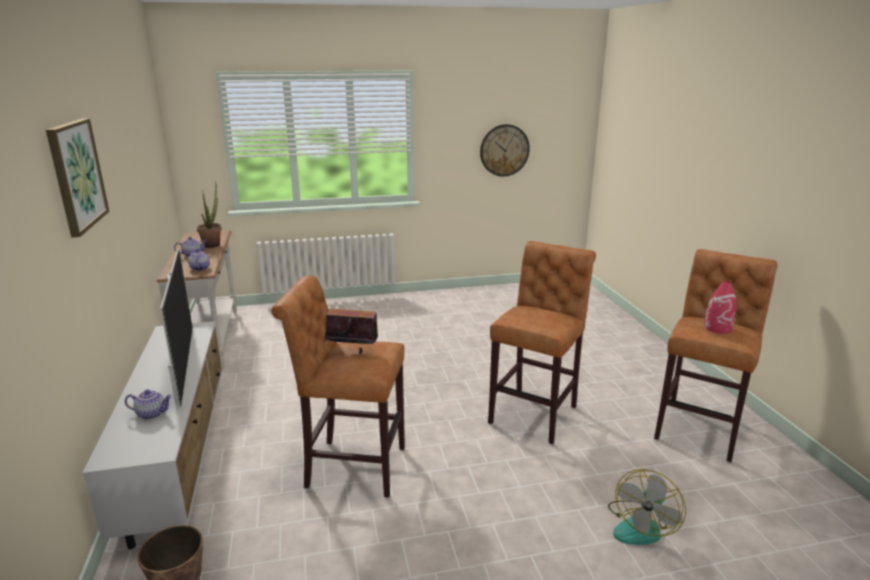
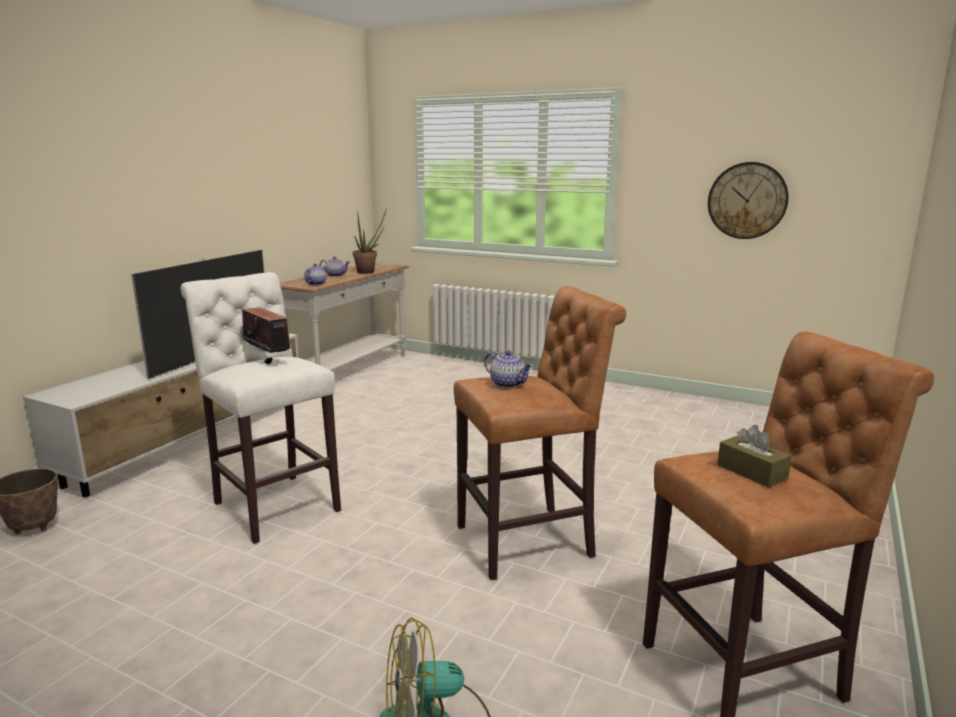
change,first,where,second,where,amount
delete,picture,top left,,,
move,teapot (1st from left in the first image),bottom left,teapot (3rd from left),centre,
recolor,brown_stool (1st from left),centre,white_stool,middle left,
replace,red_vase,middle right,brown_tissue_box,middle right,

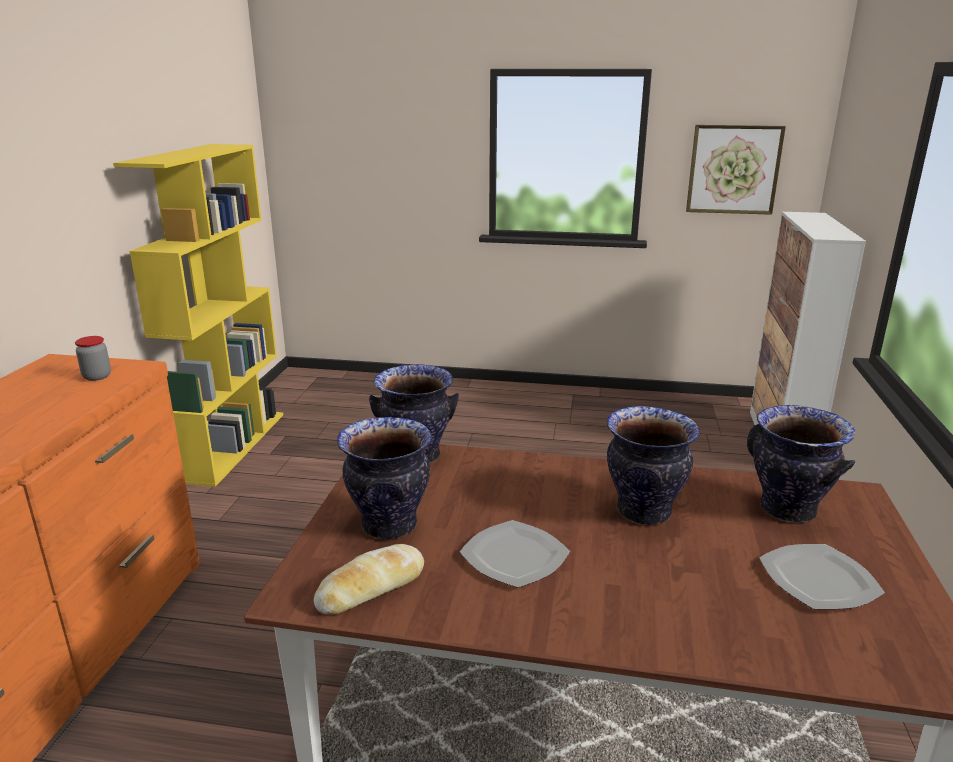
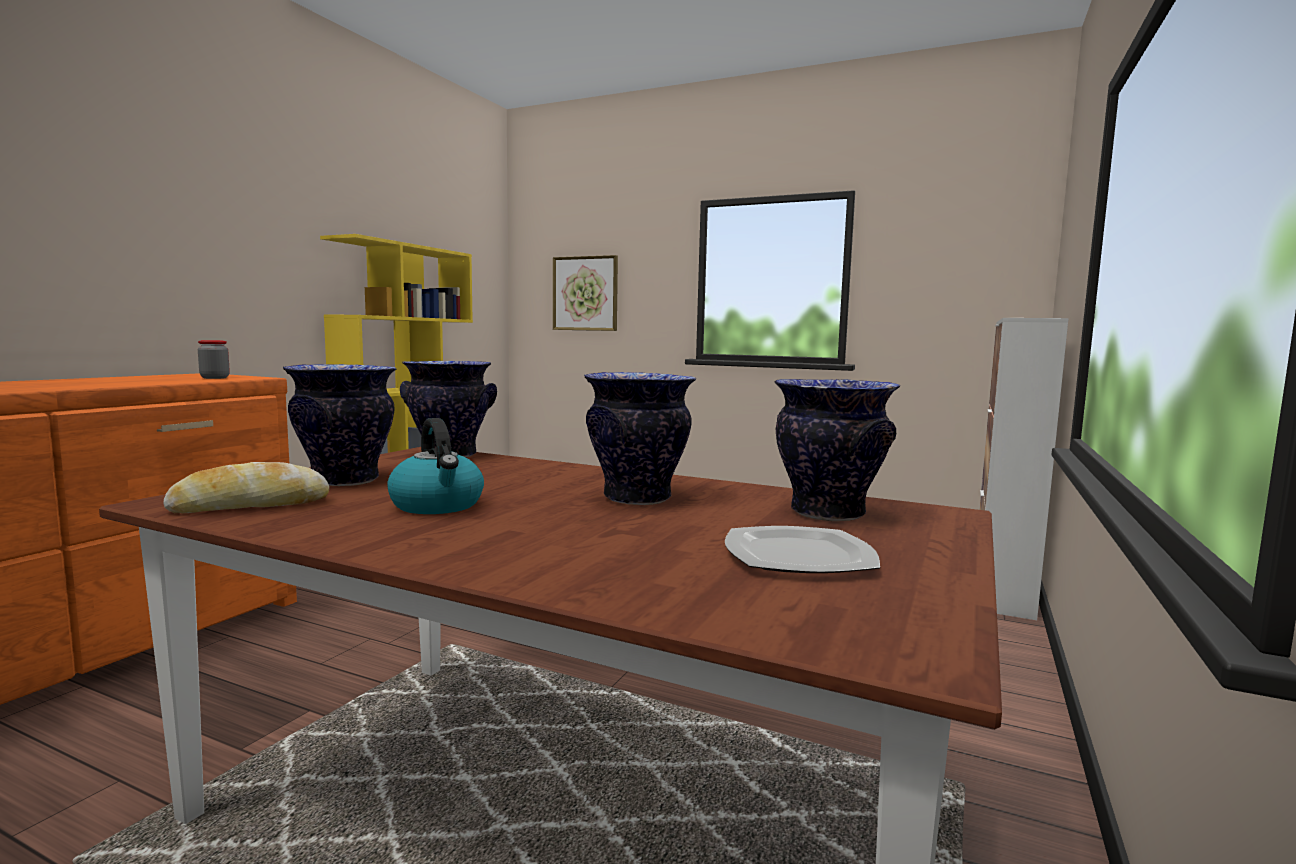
change,first,where,second,where,amount
replace,plate (1st from left),bottom centre,kettle,centre,
move,picture,top right,,centre,

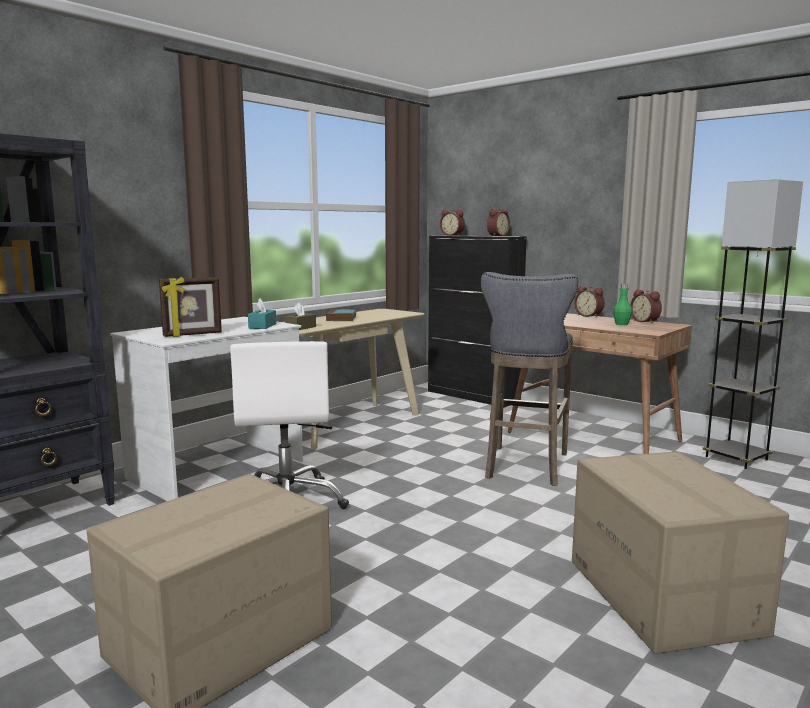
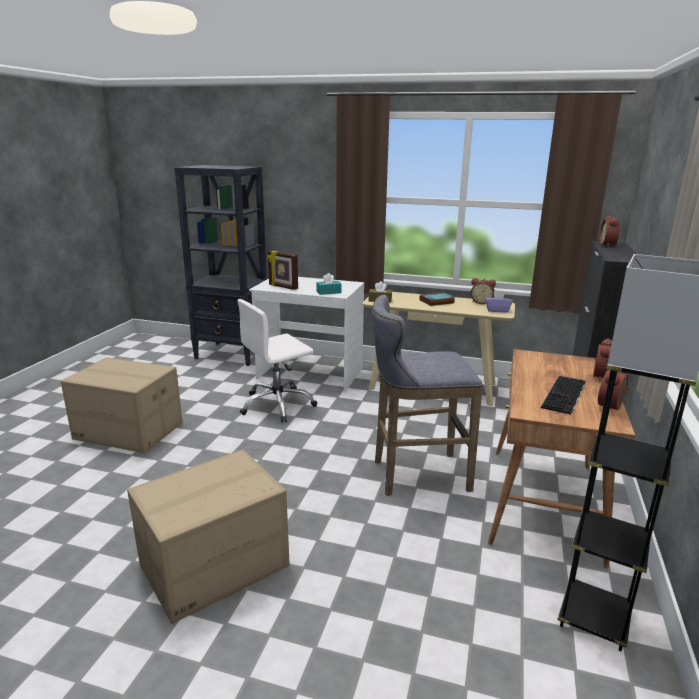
change,first,where,second,where,amount
move,alarm_clock (2nd from left in the first image),top centre,alarm_clock (1st from left),middle right,
replace,green_bottle,middle right,keyboard,middle right,
insert,,,purple_tissue_box,middle right,

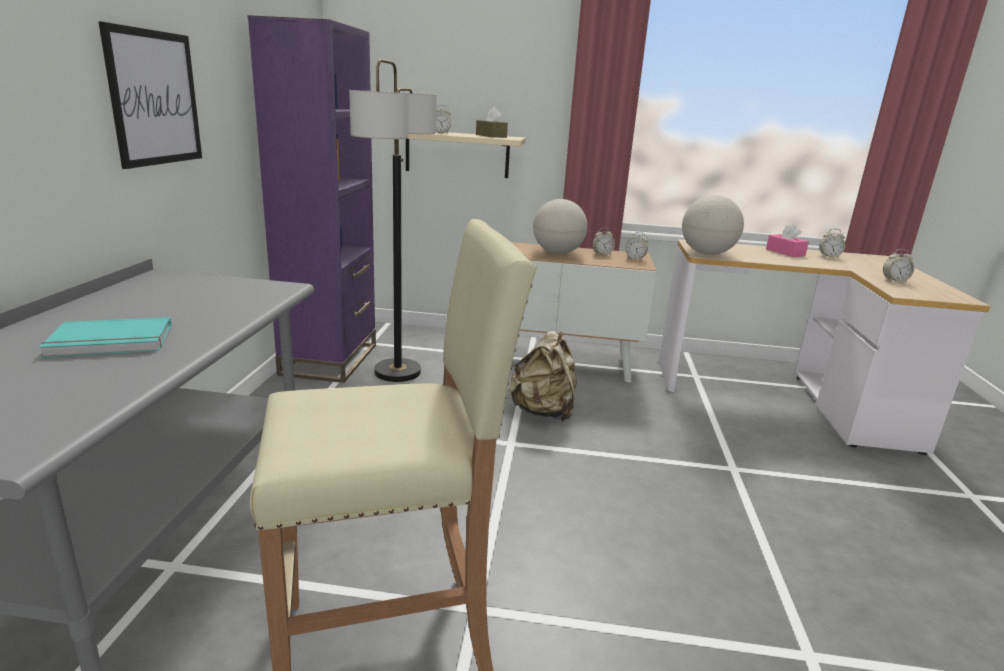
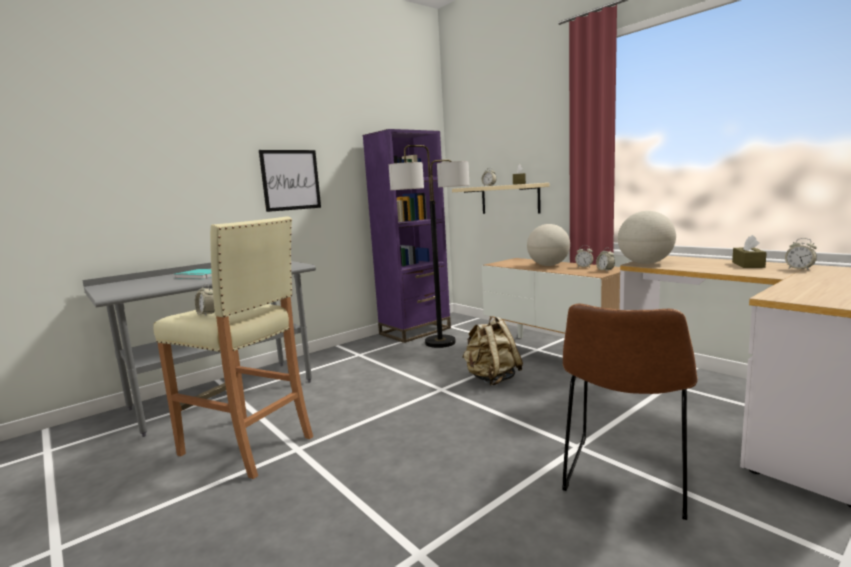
change,first,where,second,where,amount
recolor,pink_tissue_box,middle right,brown_tissue_box (2nd from left),middle right,
move,alarm_clock (5th from left in the first image),middle right,alarm_clock (1st from left),middle left,
insert,,,brown_chair,bottom right,

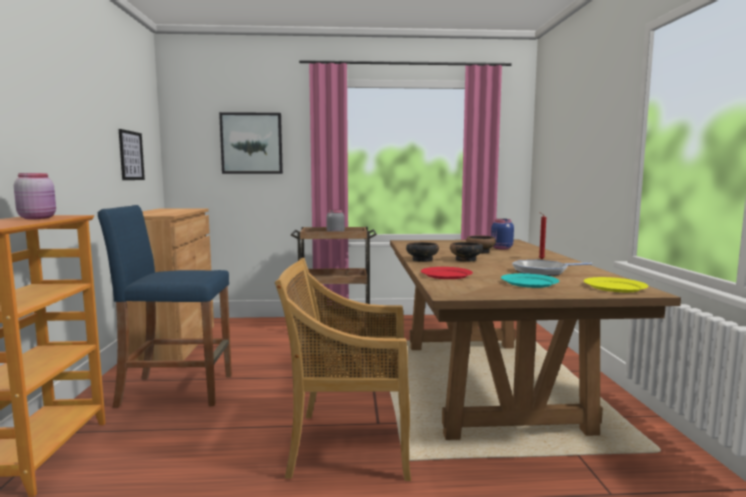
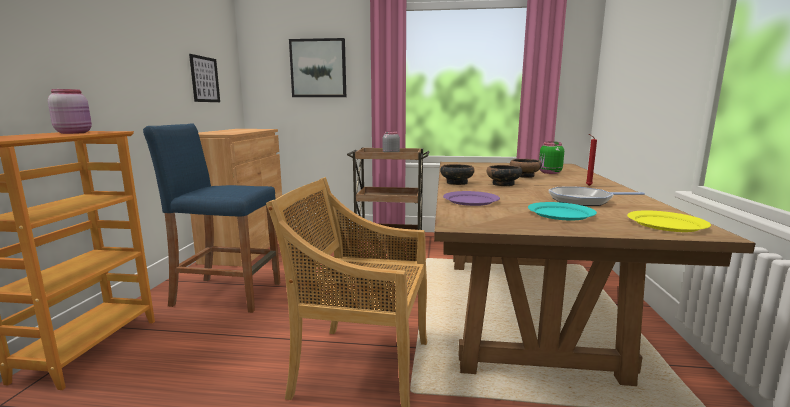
change,first,where,second,where,amount
recolor,red_plate,centre,purple_plate,centre,
recolor,blue_jar,middle right,green_jar,middle right,

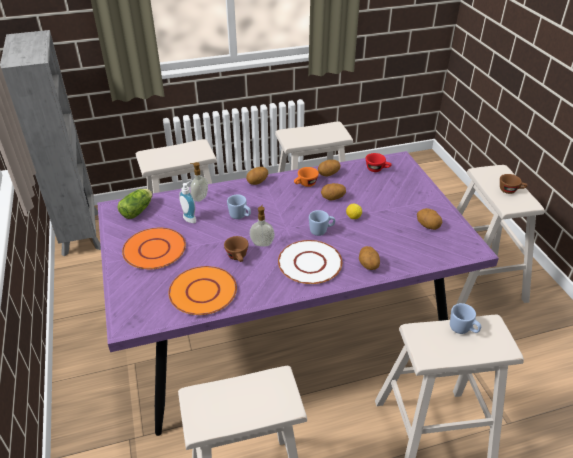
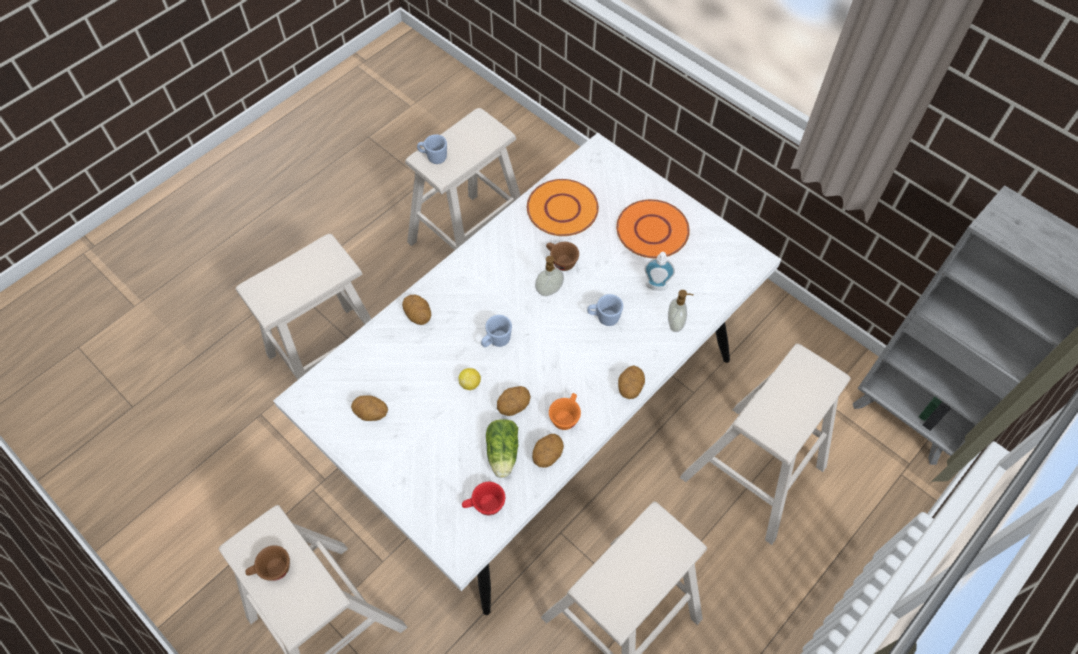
change,first,where,second,where,amount
recolor,purple_dining_table,centre,white_dining_table,centre,
move,lettuce,middle left,,bottom centre,
delete,white_plate,centre,,,
move,blue_mug (3rd from left in the first image),bottom right,blue_mug (1st from left),top centre,

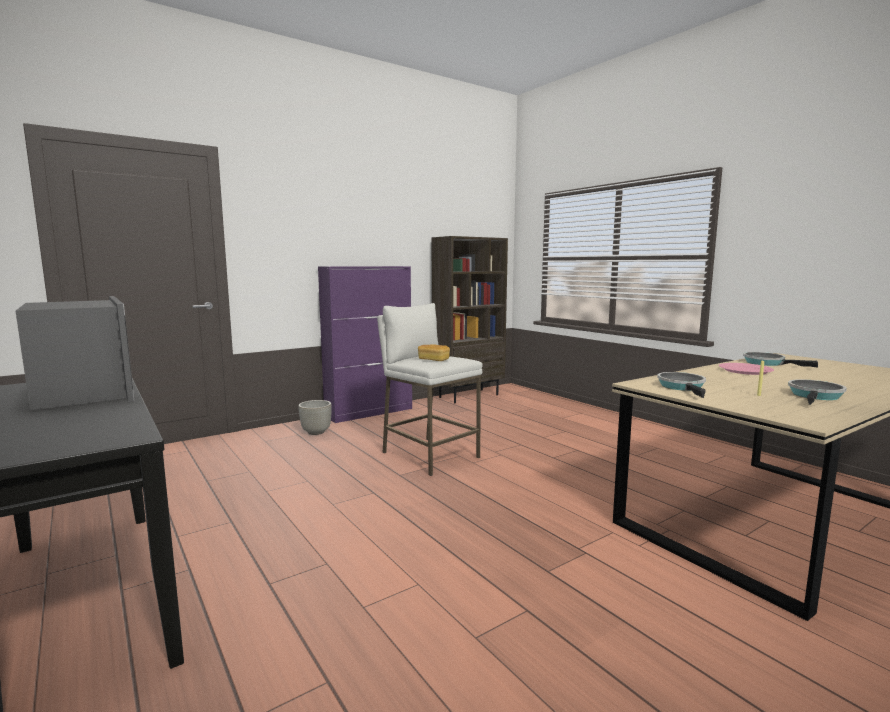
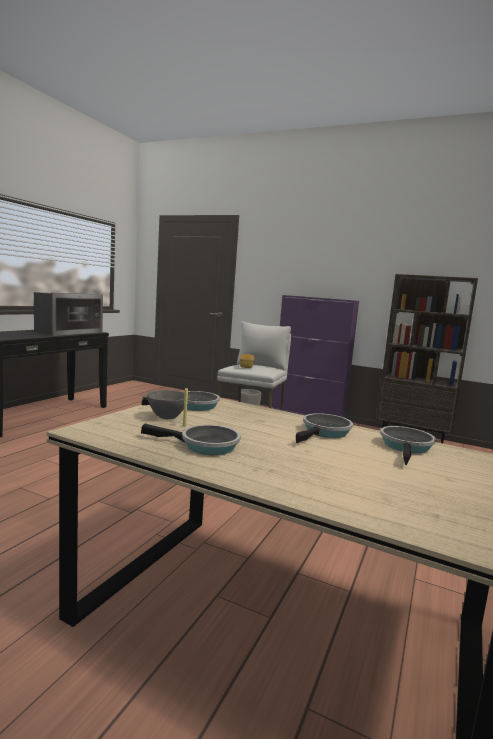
change,first,where,second,where,amount
replace,pink_plate,middle right,frying_pan (3rd from left),centre,
insert,,,grey_bowl,centre,

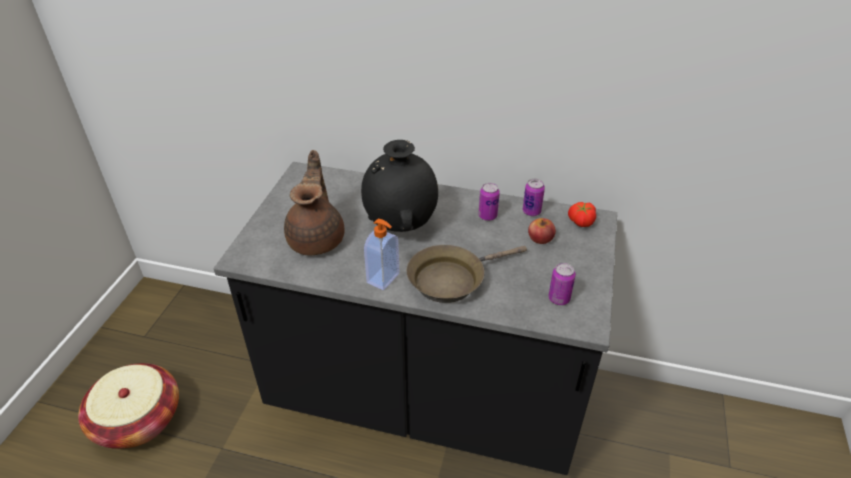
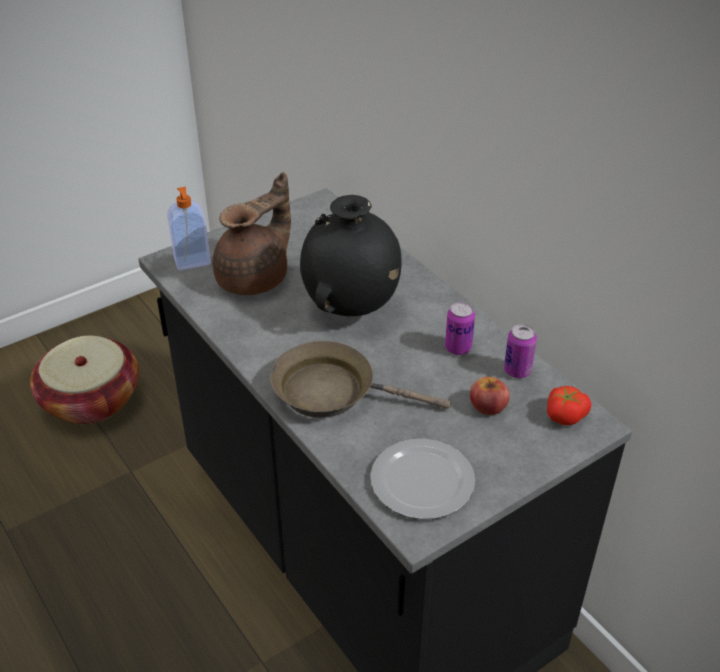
change,first,where,second,where,amount
move,soap_dispenser,centre,,middle left,
replace,can (3rd from left),centre,plate,bottom centre,

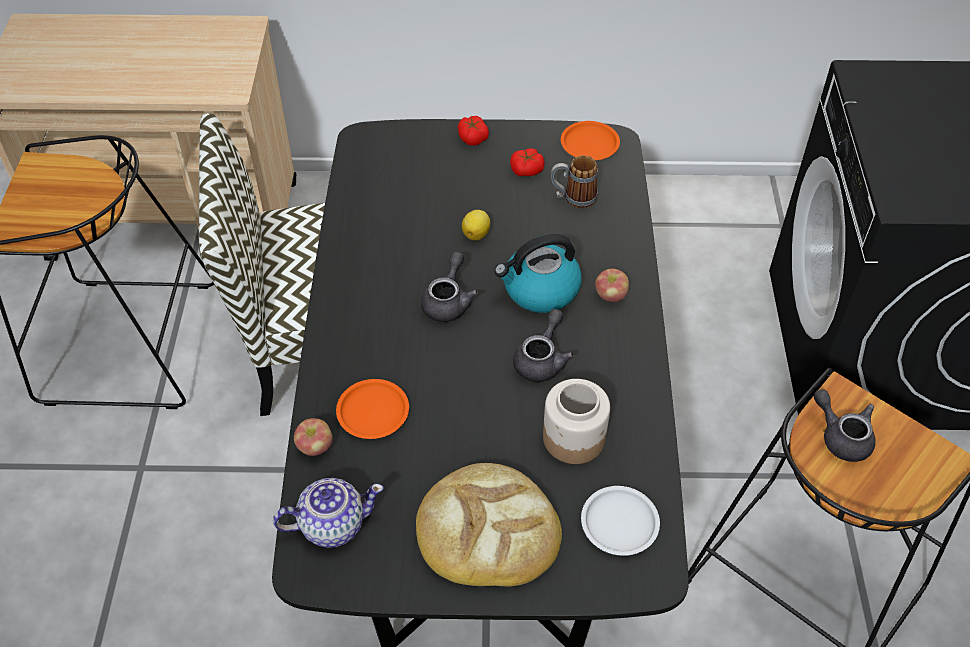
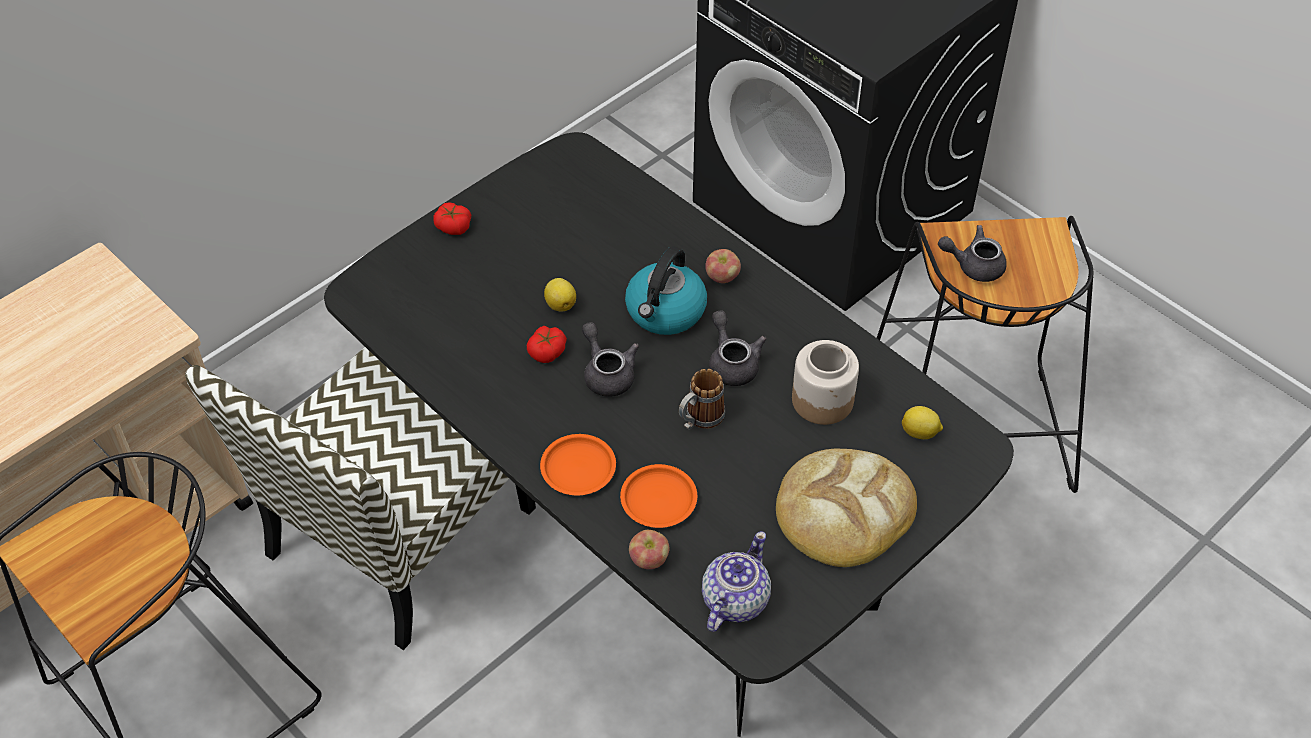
change,first,where,second,where,amount
move,tomato (2nd from left),top centre,,centre,
move,mug,top centre,,centre,
move,orange_plate (2nd from left in the first image),top centre,orange_plate (1st from left),centre,
replace,white_plate,bottom centre,lemon (2nd from left),middle right,

